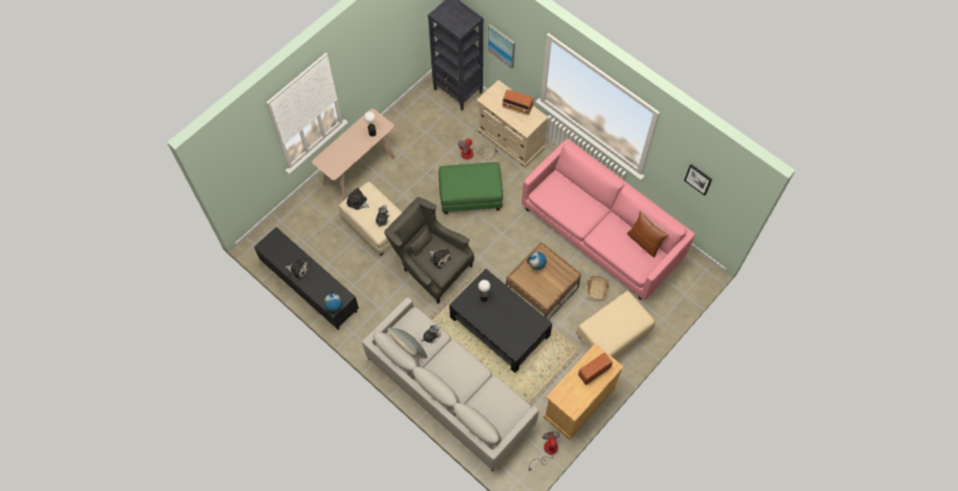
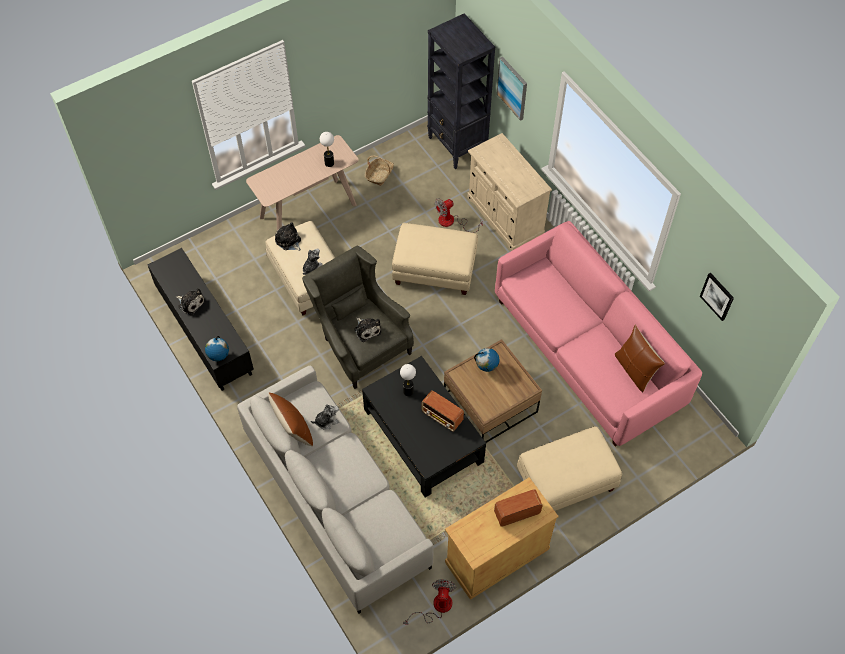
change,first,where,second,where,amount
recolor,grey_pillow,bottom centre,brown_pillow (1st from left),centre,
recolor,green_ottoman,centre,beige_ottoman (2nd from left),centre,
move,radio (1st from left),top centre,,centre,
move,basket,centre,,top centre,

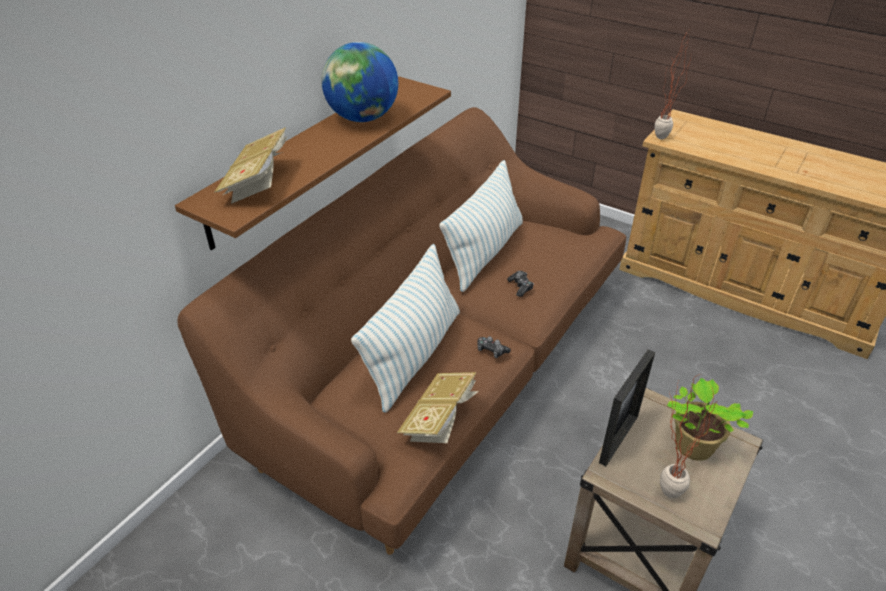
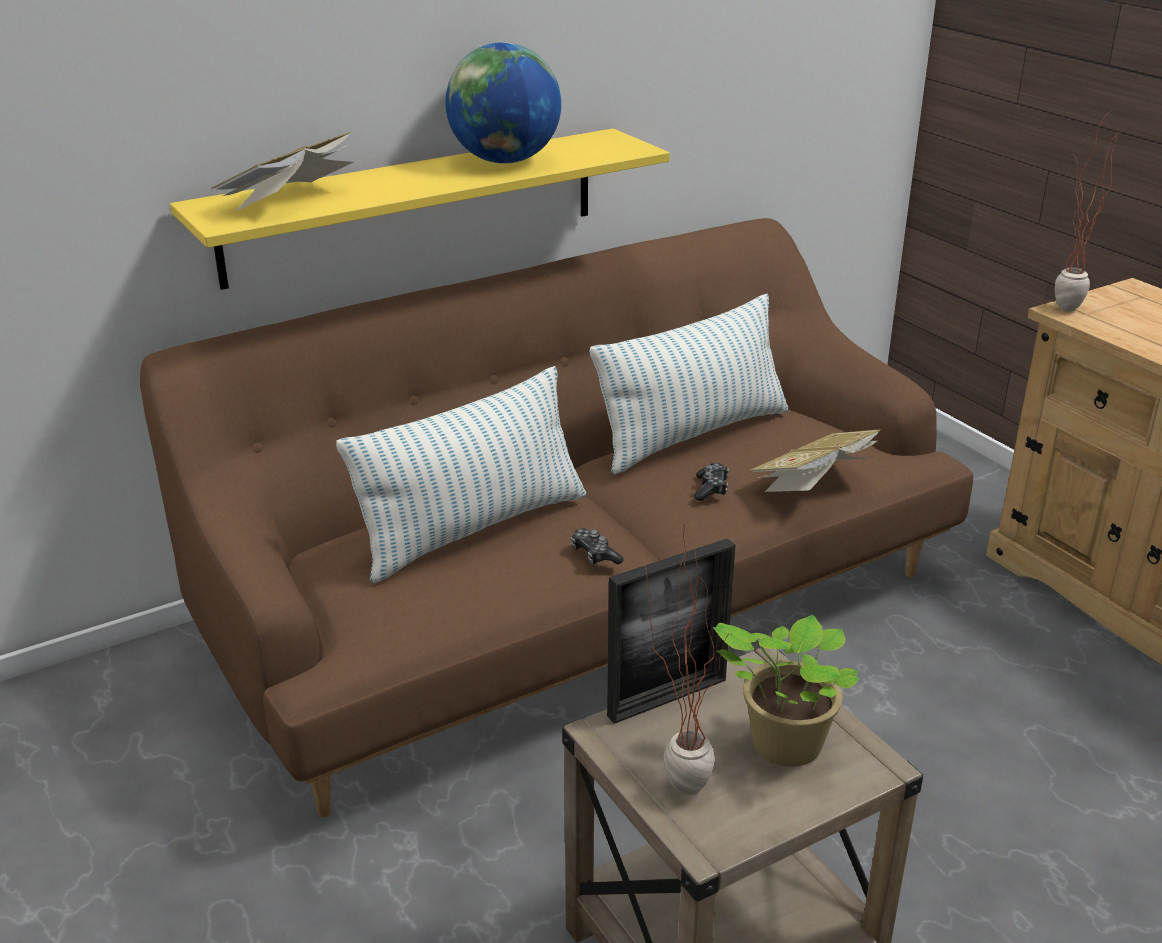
change,first,where,second,where,amount
recolor,brown_shelf,top centre,yellow_shelf,top centre,
move,book (2nd from left),bottom centre,,middle right,

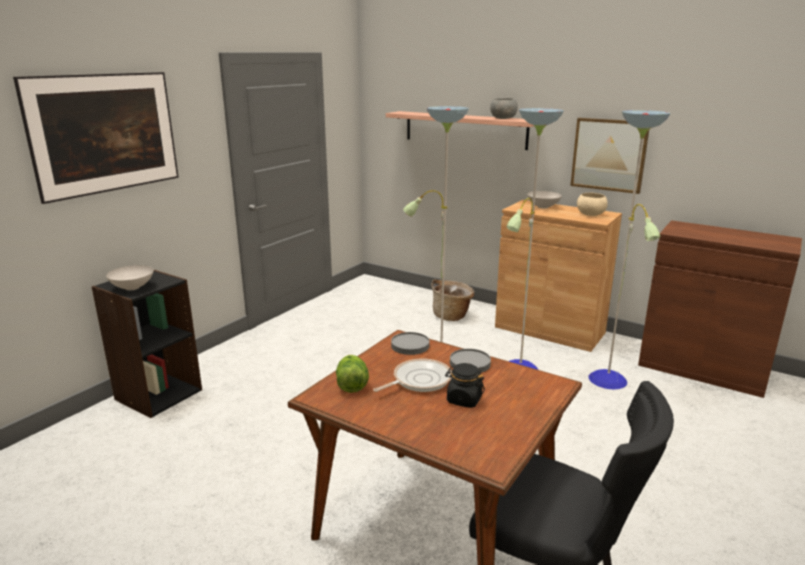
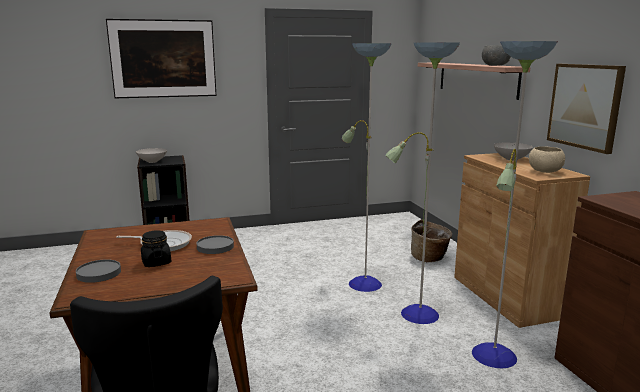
change,first,where,second,where,amount
delete,lettuce,centre,,,
move,grey_plate (1st from left),centre,,bottom left,

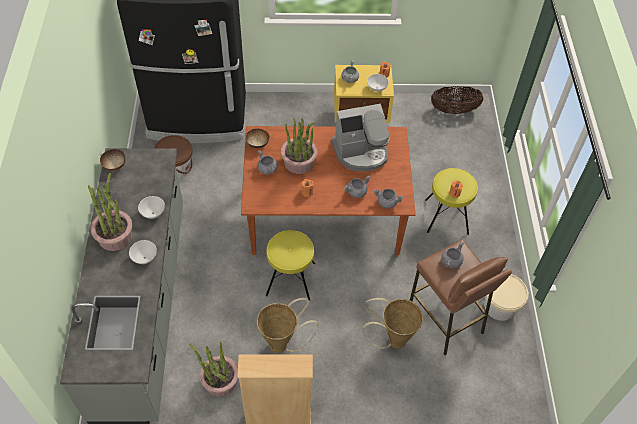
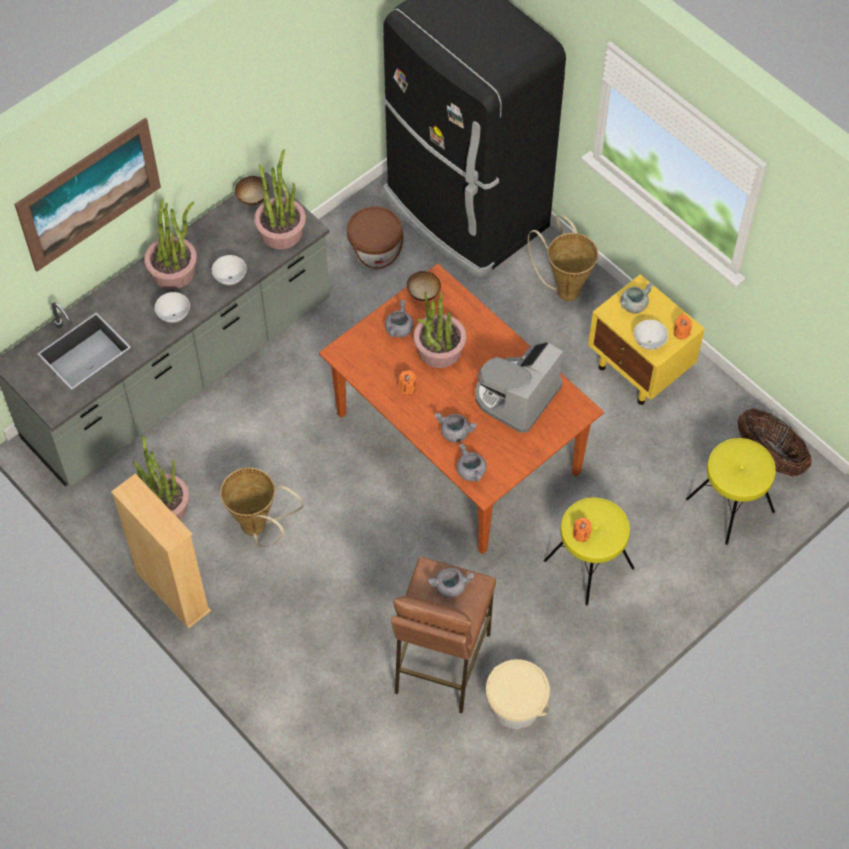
change,first,where,second,where,amount
move,yellow_stool (1st from left in the first image),centre,yellow_stool (2nd from left),middle right,
rotate,coffee_machine,top centre,,centre,90 degrees clockwise
move,basket (2nd from left),bottom centre,,top centre,
insert,,,picture,top left,
insert,,,potted_plant (3rd from left),top left,

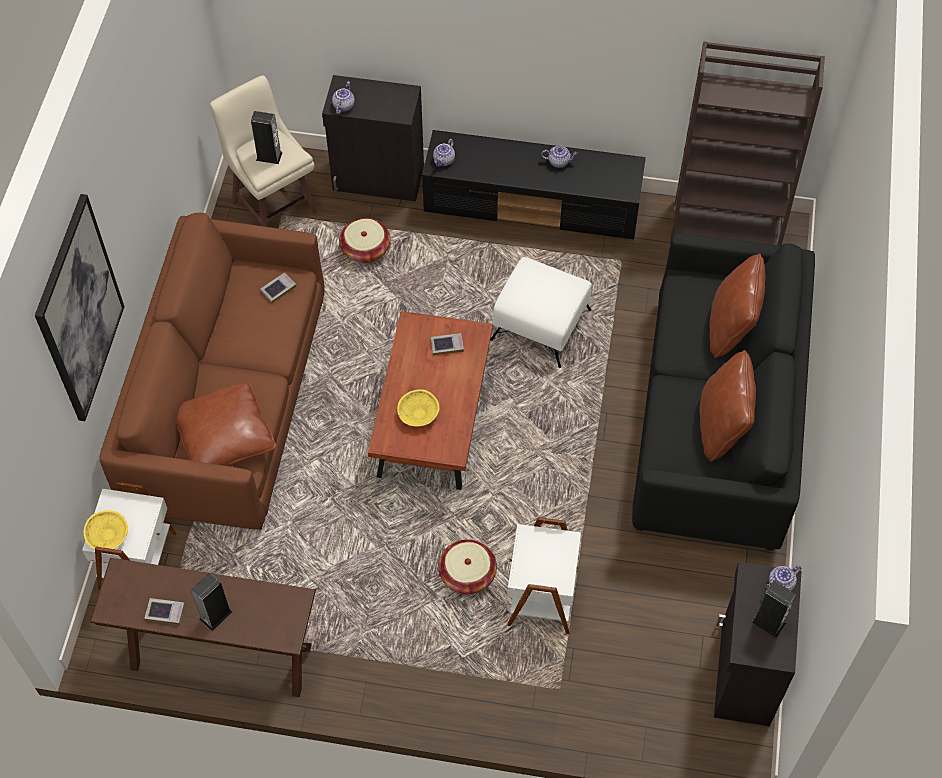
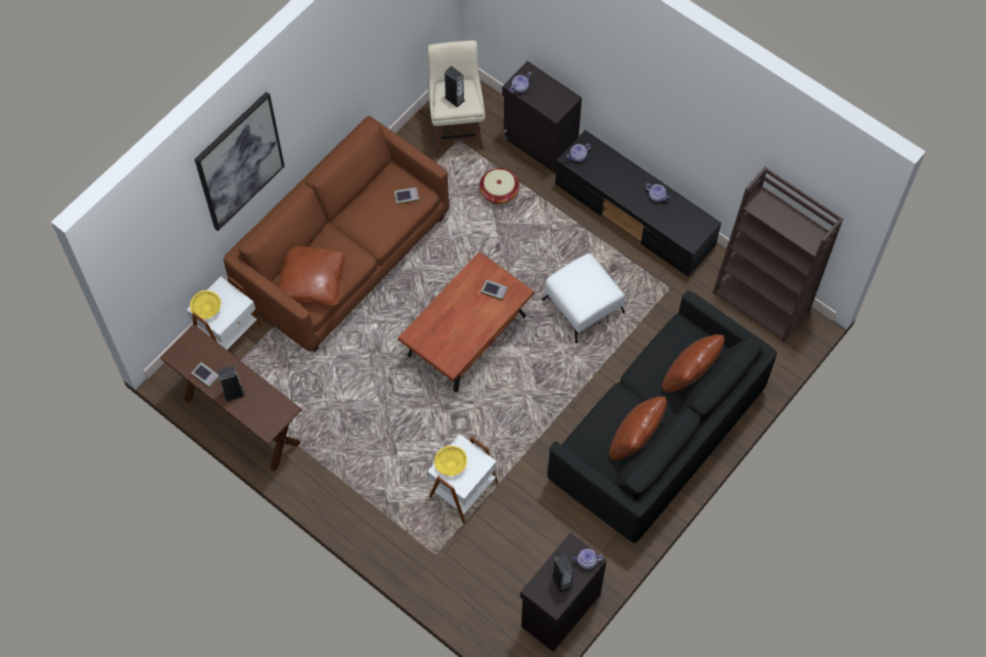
change,first,where,second,where,amount
move,yellow_bowl (2nd from left),centre,,bottom centre,
delete,basket (2nd from left),bottom centre,,,

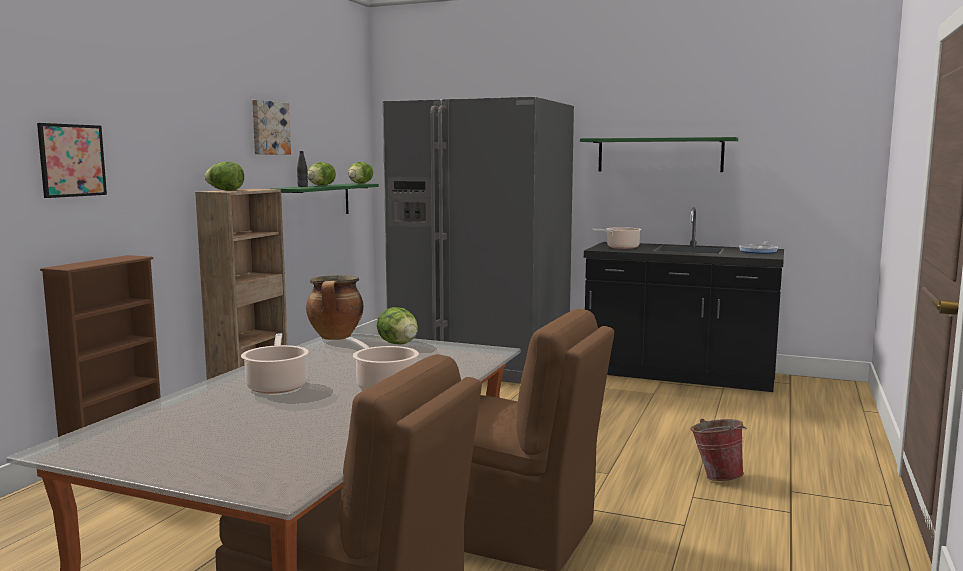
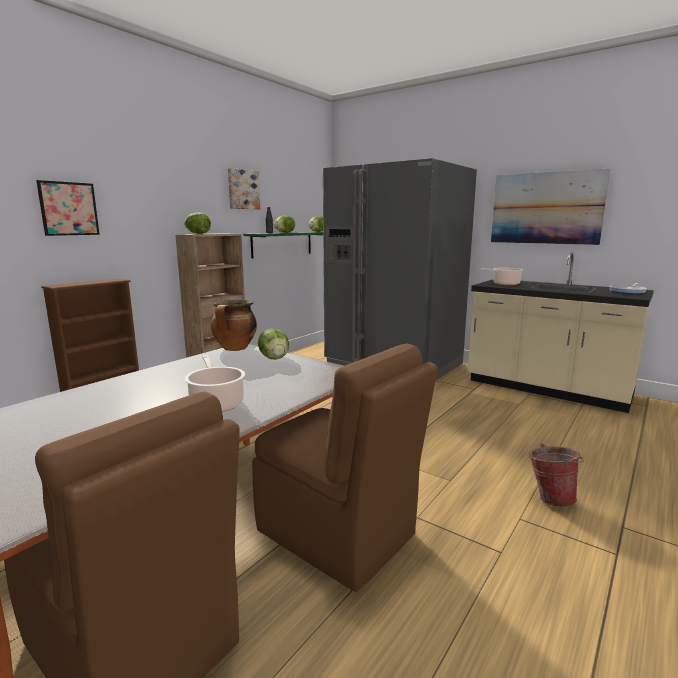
change,first,where,second,where,amount
delete,cooking_pot (1st from left),middle left,,,
replace,green_shelf (2nd from left),top right,picture (3rd from left),top right,
recolor,black_counter,middle right,beige_counter,middle right,

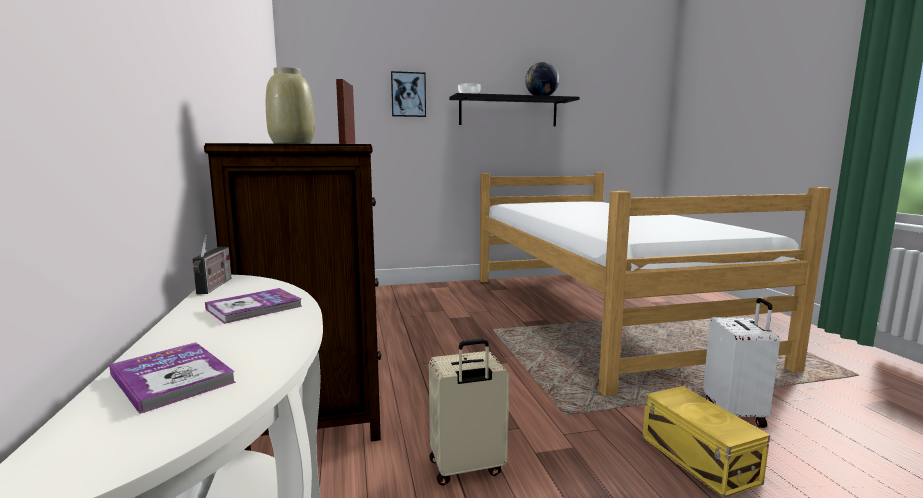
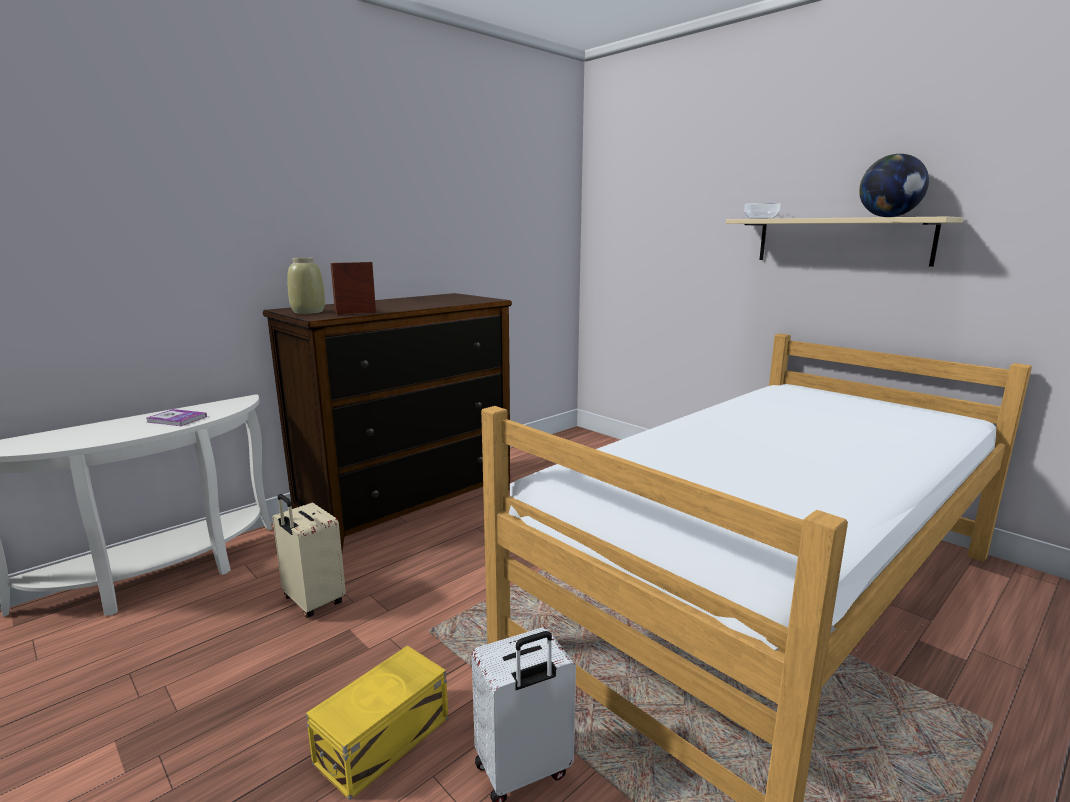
change,first,where,second,where,amount
delete,book (1st from left),bottom left,,,
delete,radio,middle left,,,
delete,picture,top centre,,,
recolor,black_shelf,top centre,beige_shelf,top right,

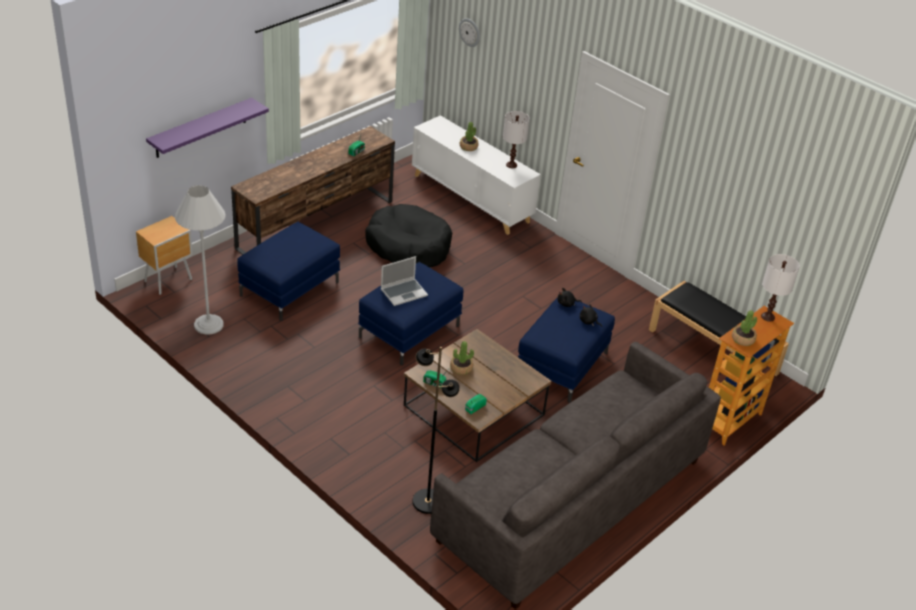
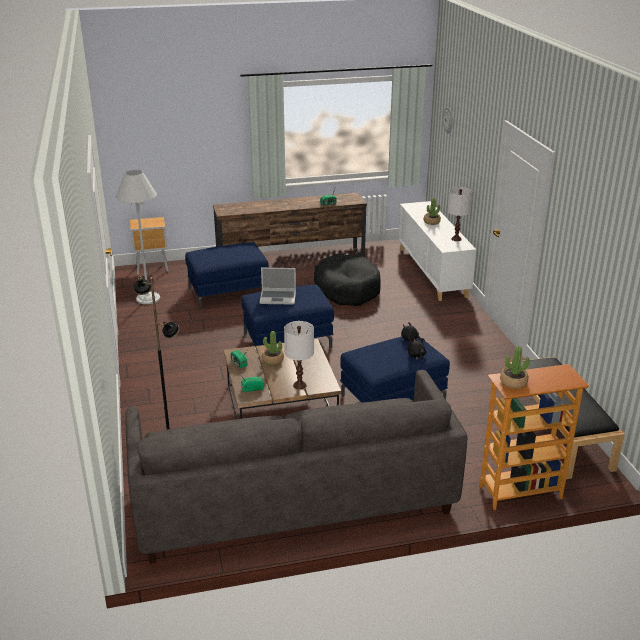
change,first,where,second,where,amount
delete,purple_shelf,top left,,,
move,white_table_lamp (2nd from left in the first image),middle right,white_table_lamp (1st from left),centre,

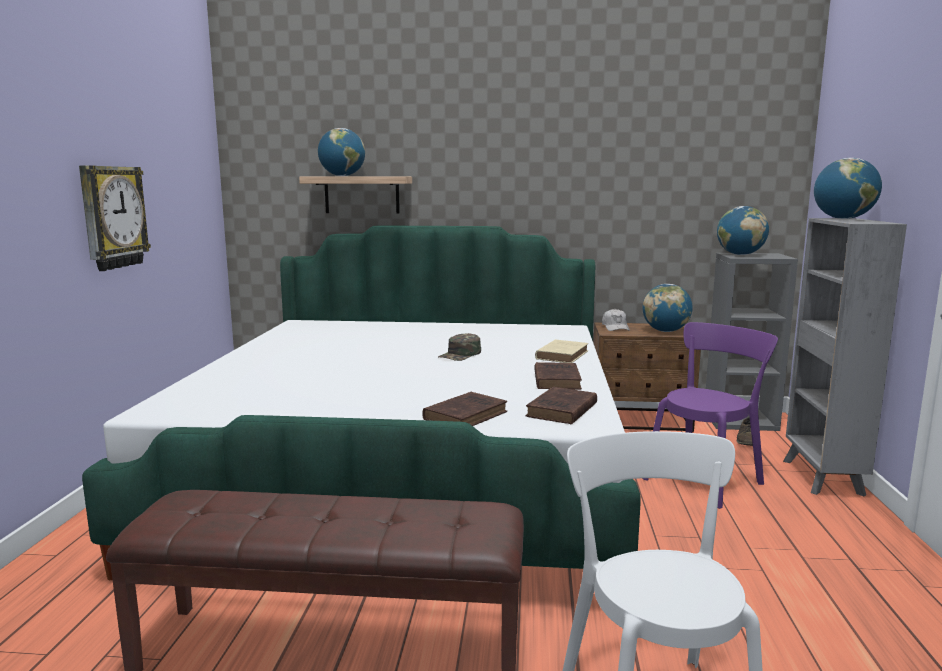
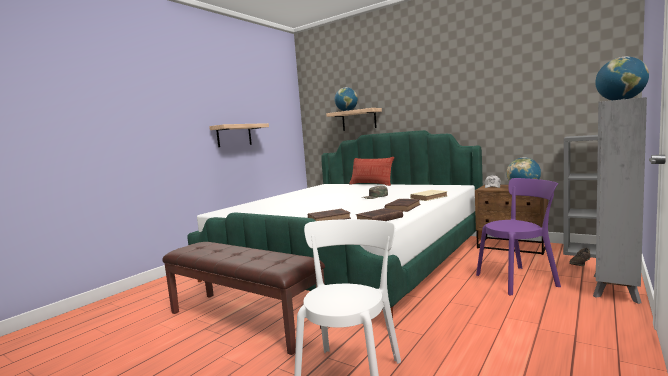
change,first,where,second,where,amount
replace,wall_clock,top left,shelf (1st from left),centre,
delete,globe (3rd from left),middle right,,,
insert,,,pillow,centre,

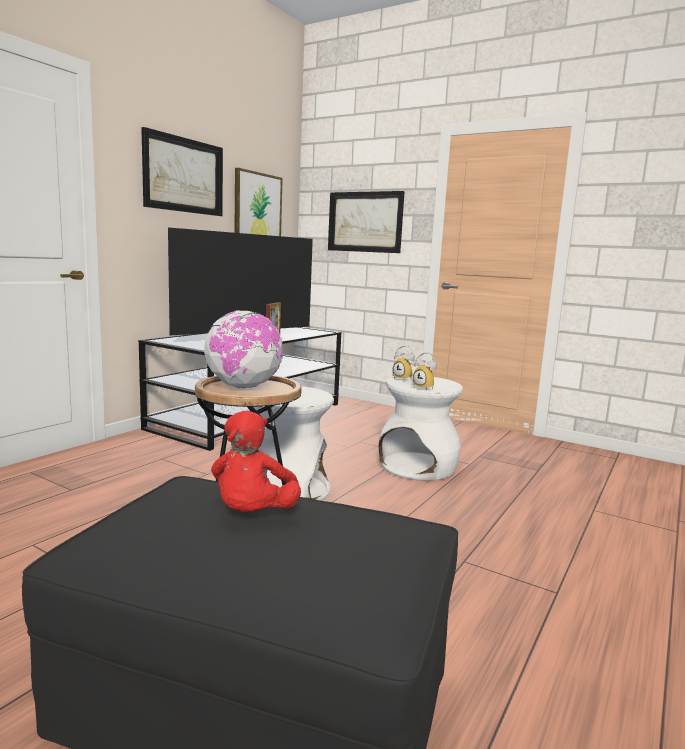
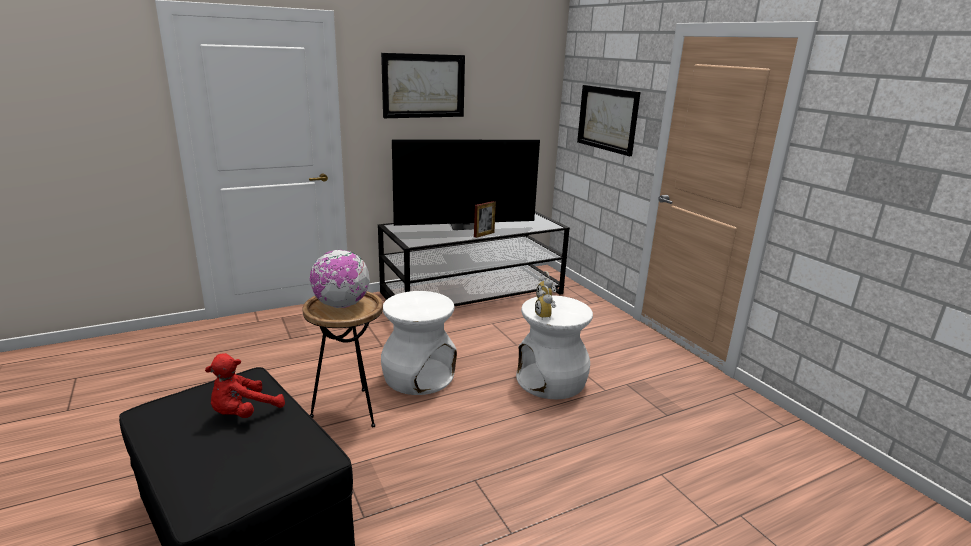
change,first,where,second,where,amount
delete,picture (2nd from left),top centre,,,

